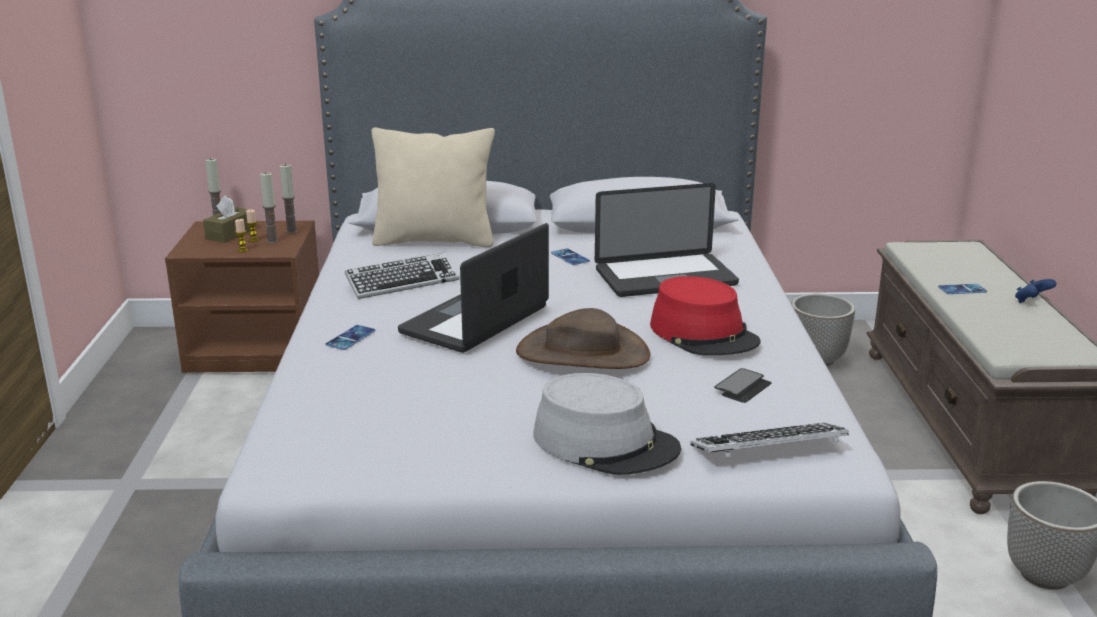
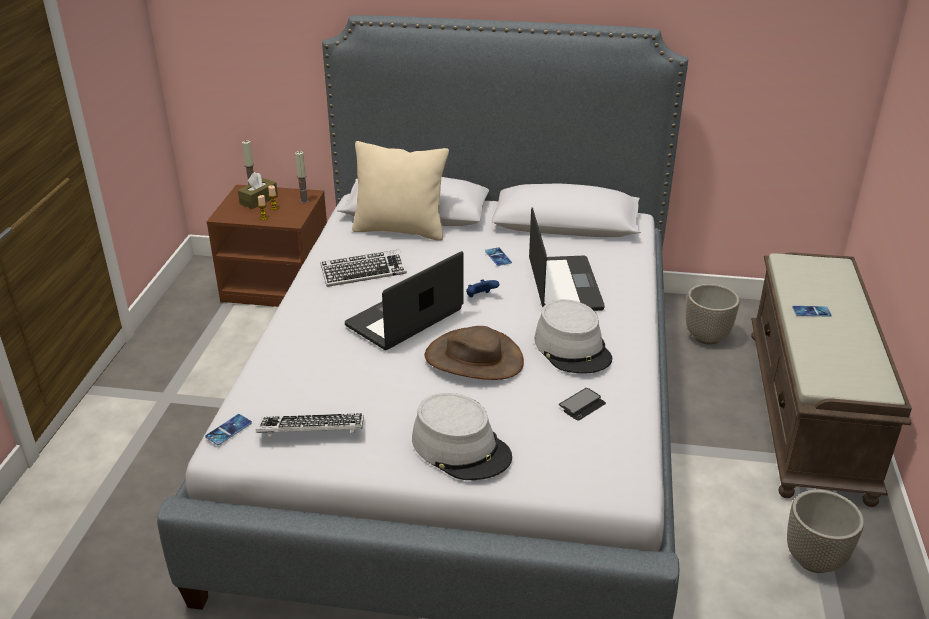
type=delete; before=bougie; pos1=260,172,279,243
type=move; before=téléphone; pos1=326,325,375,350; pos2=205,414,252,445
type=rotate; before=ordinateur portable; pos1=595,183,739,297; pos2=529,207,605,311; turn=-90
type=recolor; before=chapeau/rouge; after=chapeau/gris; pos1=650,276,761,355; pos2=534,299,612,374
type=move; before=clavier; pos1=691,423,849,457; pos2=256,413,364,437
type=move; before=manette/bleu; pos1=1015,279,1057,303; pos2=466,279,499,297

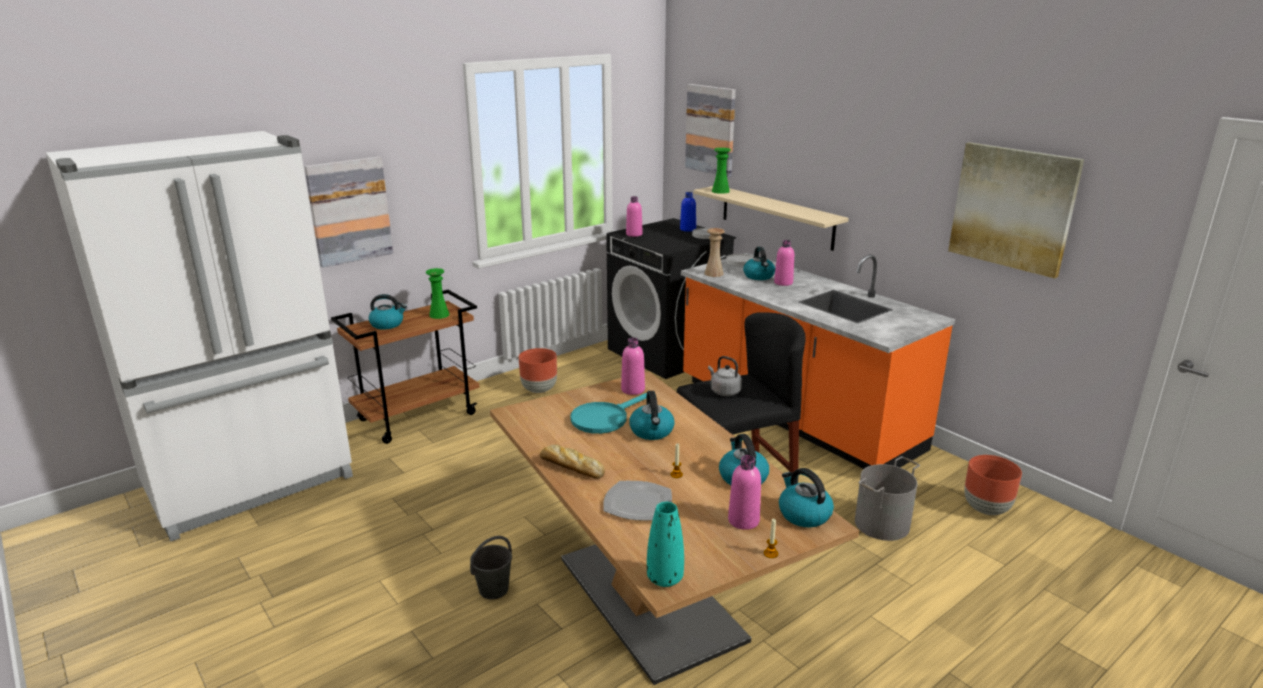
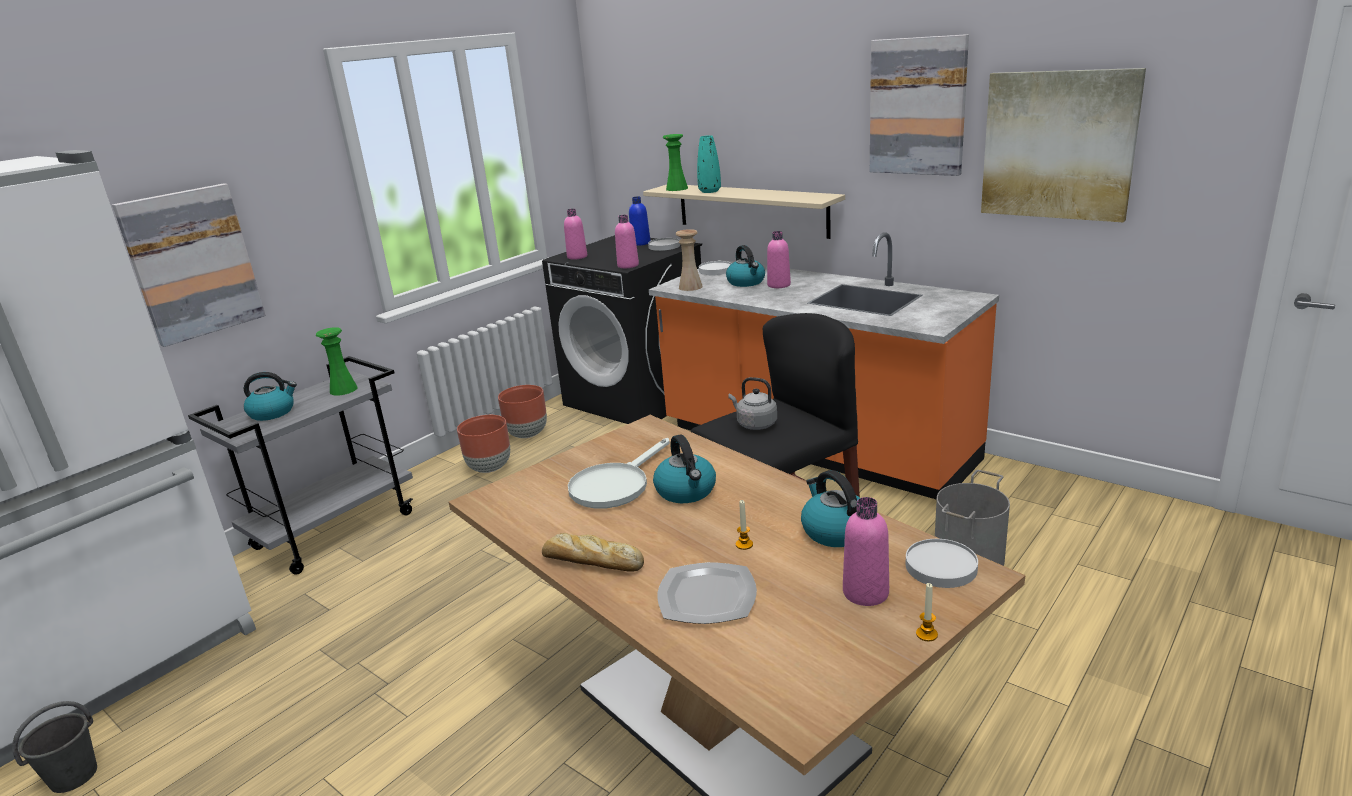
type=recolor; before=chariot/marron; after=chariot/gris; pos1=331,290,480,444; pos2=188,356,413,575
type=move; before=seau/gris; pos1=470,536,512,599; pos2=12,701,97,793
type=recolor; before=poêle/turquoise; after=poêle/blanc; pos1=570,393,647,434; pos2=568,438,670,508
type=move; before=bouteille/rose; pos1=621,338,645,395; pos2=615,215,639,268
type=move; before=vase/turquoise; pos1=647,502,684,587; pos2=697,135,721,193
type=move; before=tableau; pos1=685,84,736,178; pos2=870,34,969,176
type=replace; before=bouilloire; after=assiette/blanc; pos1=779,468,834,527; pos2=905,539,978,588
type=move; before=cache-pot/marron; pos1=964,455,1022,515; pos2=498,385,547,438

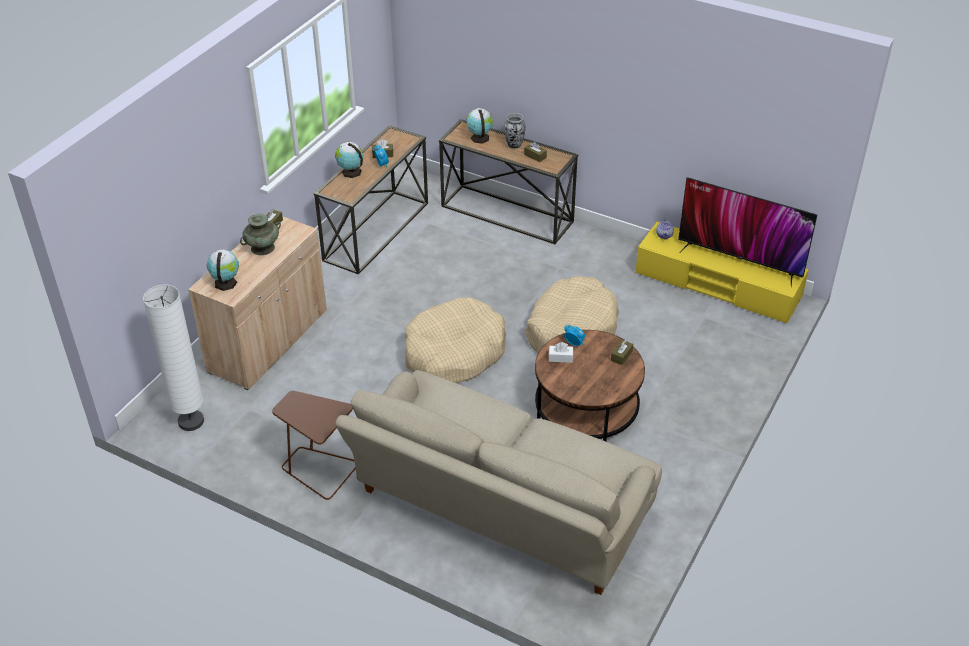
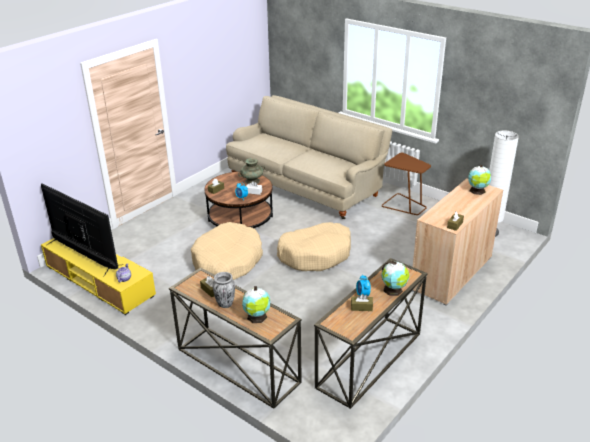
type=move; before=vase/turquoise; pos1=240,214,281,255; pos2=238,158,265,184

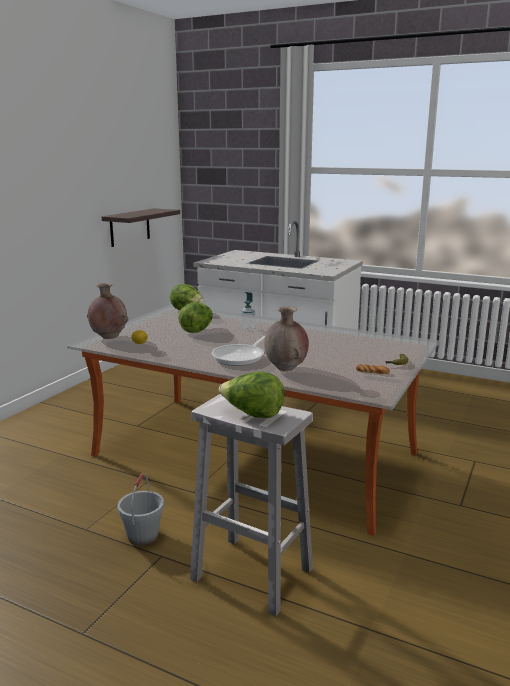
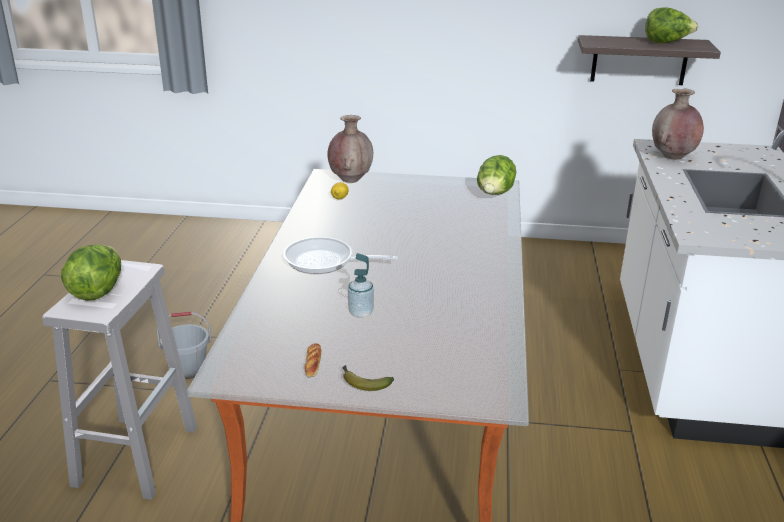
type=move; before=laitue; pos1=178,302,213,333; pos2=645,7,698,43
type=move; before=distributeur de savon; pos1=241,292,256,330; pos2=348,253,374,318
type=move; before=vase/marron; pos1=264,306,309,371; pos2=652,89,704,160

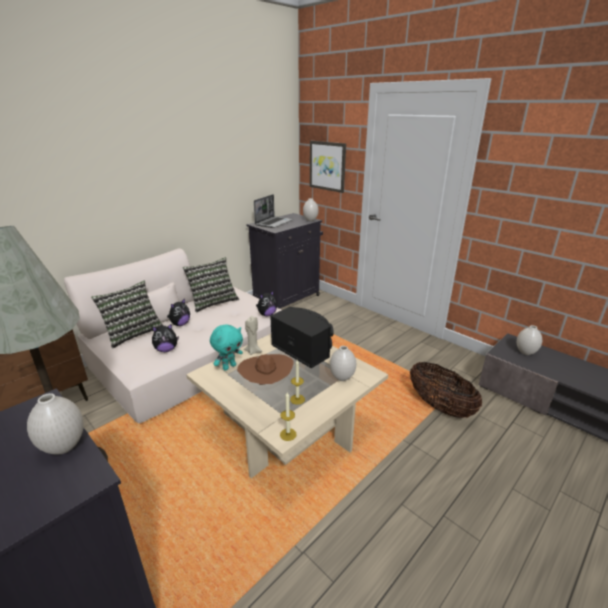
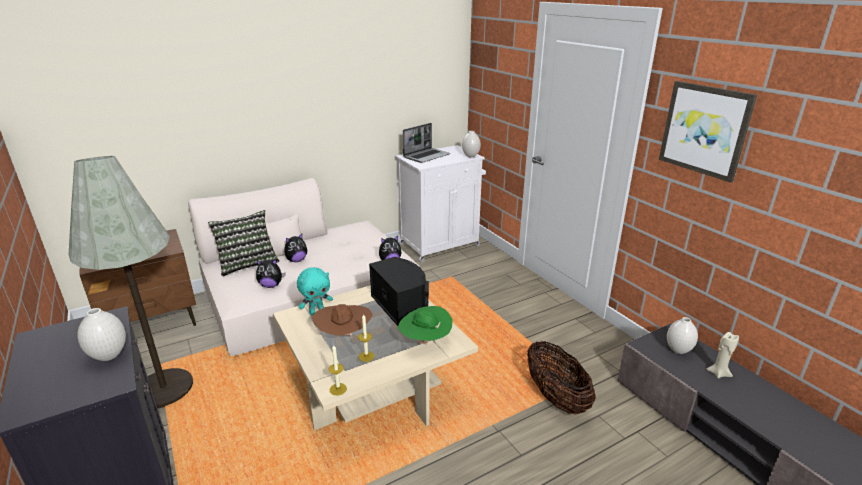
type=delete; before=coussin; pos1=183,257,239,313
type=move; before=bougie/beige; pos1=244,316,262,355; pos2=706,332,739,379
type=recolor; before=meuble de rangement/noir; after=meuble de rangement/blanc; pos1=247,213,323,309; pos2=395,145,486,262
type=move; before=tableau; pos1=310,141,346,193; pos2=659,81,757,183
type=replace; before=vase/blanc; after=chapeau/vert; pos1=330,346,356,381; pos2=398,306,453,344

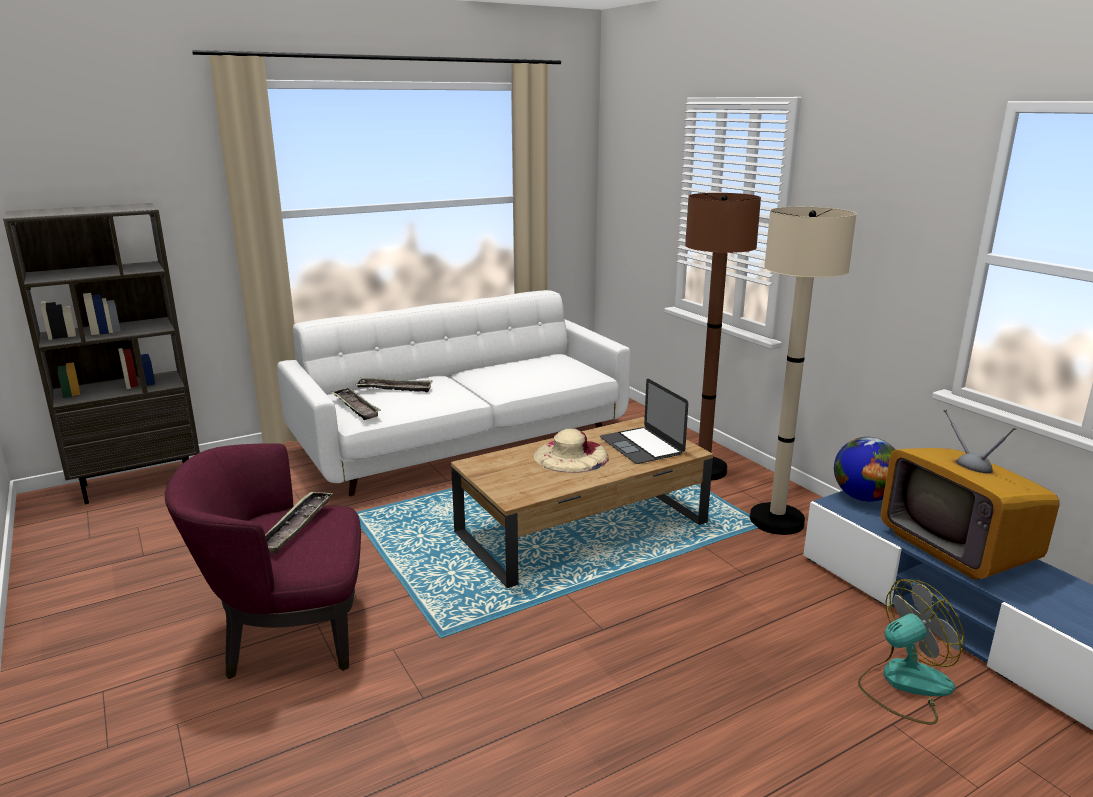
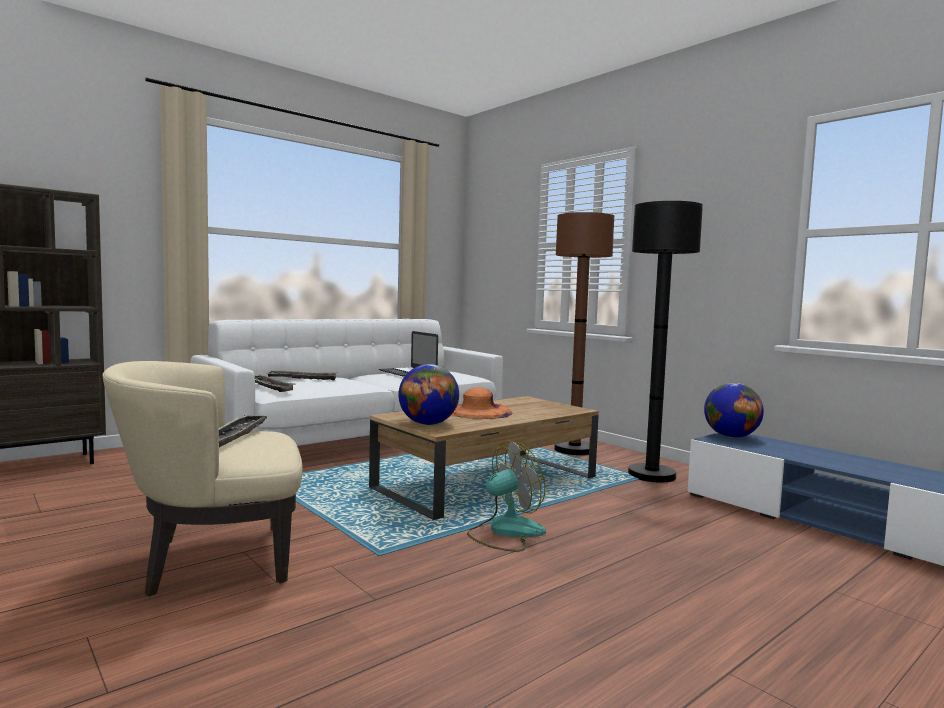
type=recolor; before=fauteuil/violet; after=fauteuil/beige; pos1=165,443,361,679; pos2=102,361,303,597
type=recolor; before=chapeau/beige; after=chapeau/orange; pos1=534,429,609,473; pos2=452,387,513,419
type=move; before=ordinateur portable; pos1=600,379,688,464; pos2=379,331,438,376
type=recolor; before=lampadaire/beige; after=lampadaire/noir; pos1=750,207,857,535; pos2=628,201,703,483
type=move; before=ventilateur; pos1=858,579,965,725; pos2=467,441,546,552
type=delete; before=téléviseur; pos1=881,409,1060,580
type=insert; after=globe; pos2=398,364,459,425

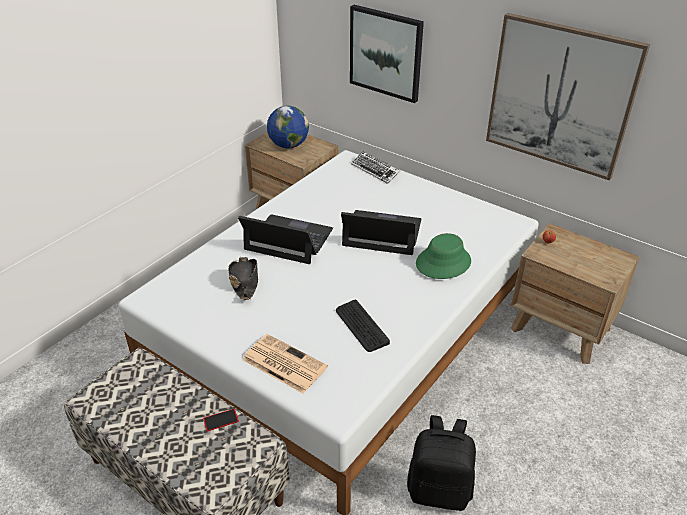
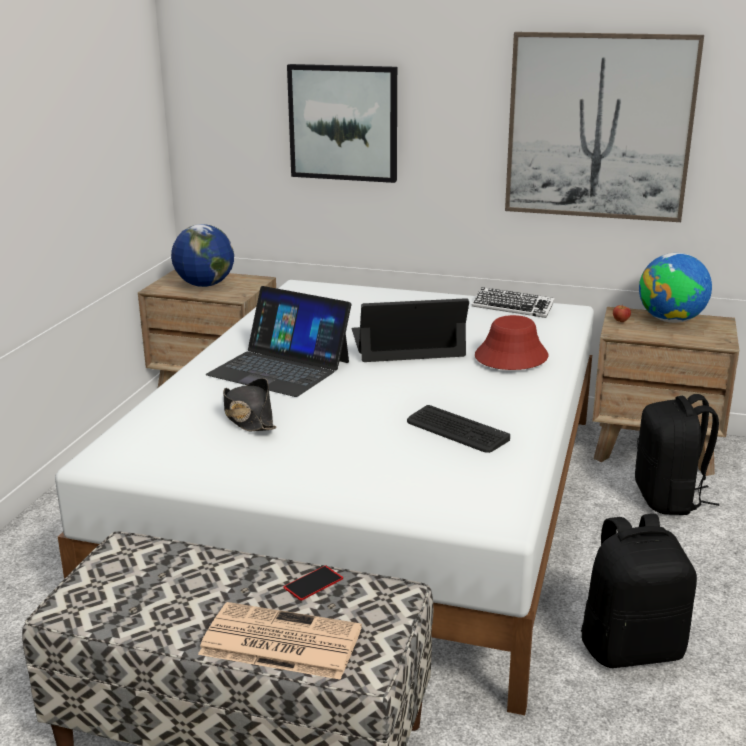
type=rotate; before=ordinateur portable; pos1=238,214,333,264; pos2=206,286,351,397; turn=-150
type=move; before=journal; pos1=242,334,328,394; pos2=198,602,362,680
type=move; before=clavier; pos1=351,151,400,184; pos2=472,287,555,318
type=recolor; before=chapeau/vert; after=chapeau/rouge; pos1=416,233,471,279; pos2=475,315,548,370
type=insert; after=sac à dos/noir; pos2=635,394,719,515
type=insert; after=globe; pos2=639,253,712,323

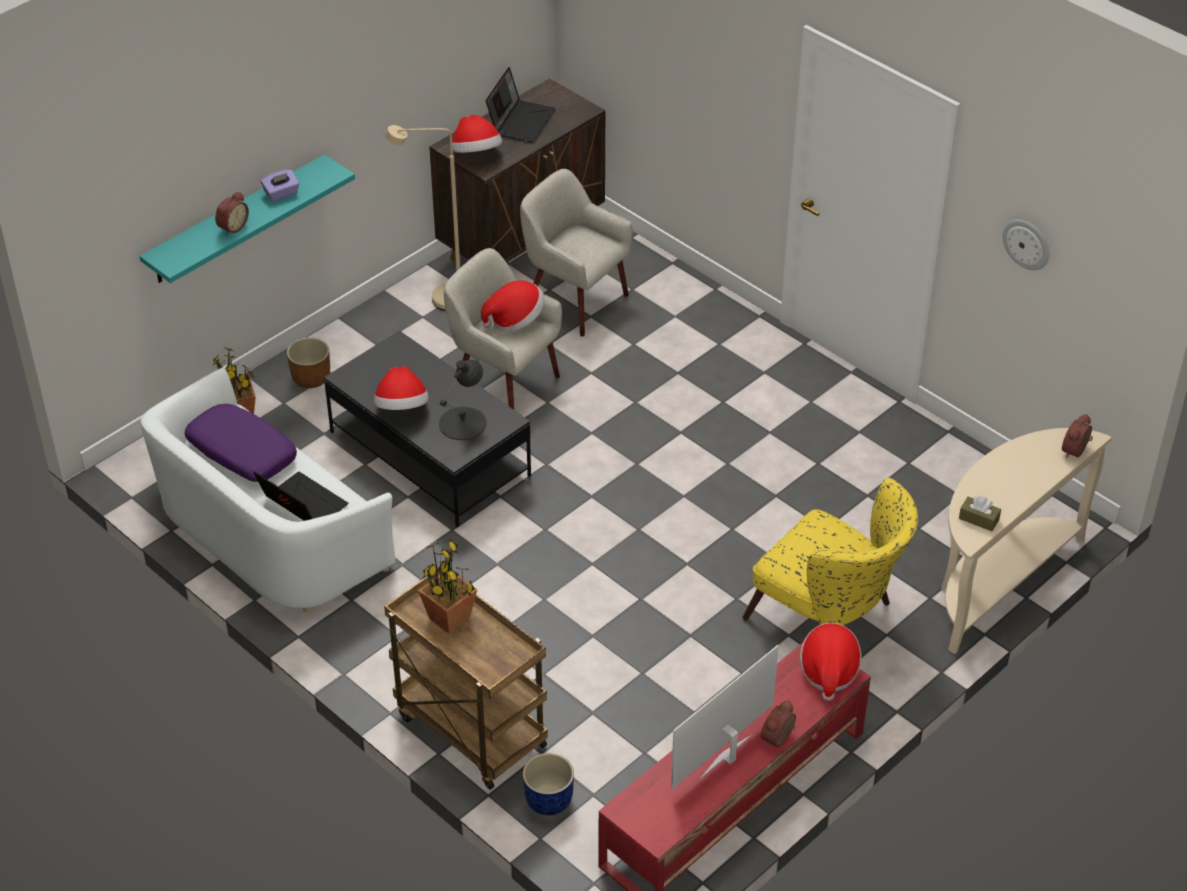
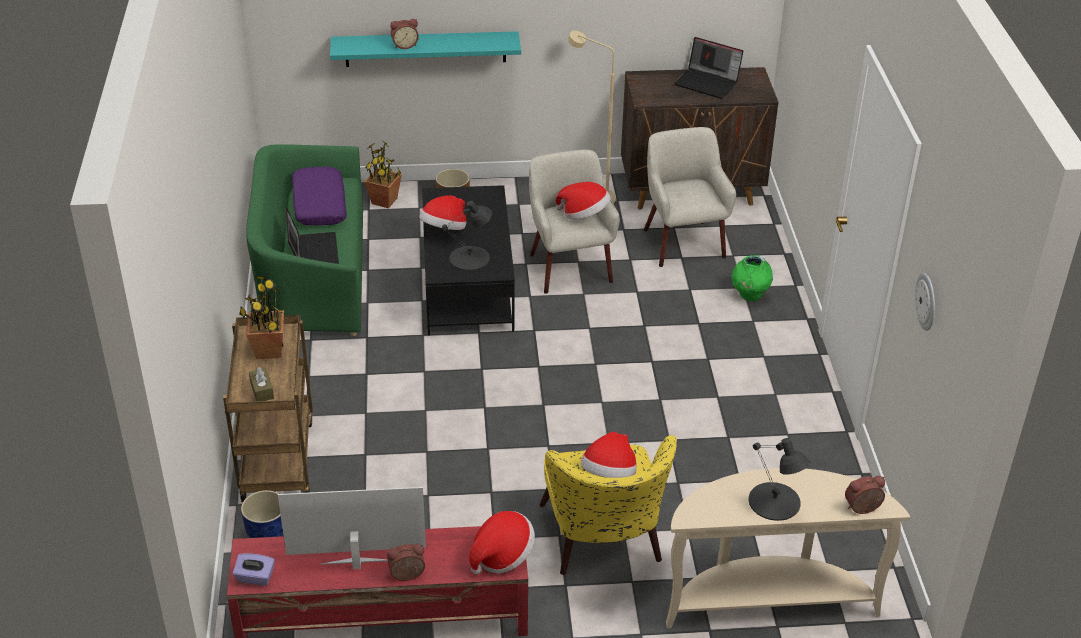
type=recolor; before=canapé/blanc; after=canapé/vert; pos1=140,368,396,612; pos2=246,144,363,336
type=move; before=boîte à mouchoirs/violet; pos1=261,170,300,202; pos2=233,553,275,586
type=move; before=chapeau; pos1=452,115,502,153; pos2=581,432,637,478
type=rotate; before=ordinateur portable; pos1=486,67,555,143; pos2=674,37,743,99; turn=60
type=move; before=boîte à mouchoirs/marron; pos1=959,496,1001,531; pos2=249,367,274,401
type=insert; after=vase/vert; pos2=731,255,773,301
type=insert; after=lampe de table/noir; pos2=749,438,810,521

